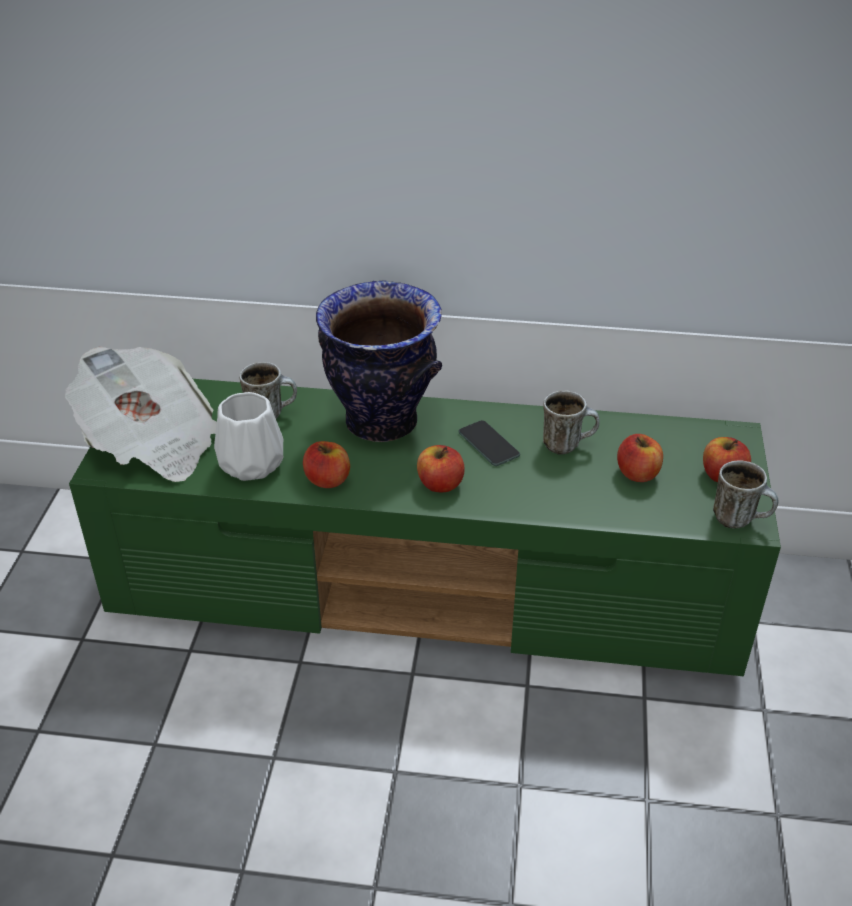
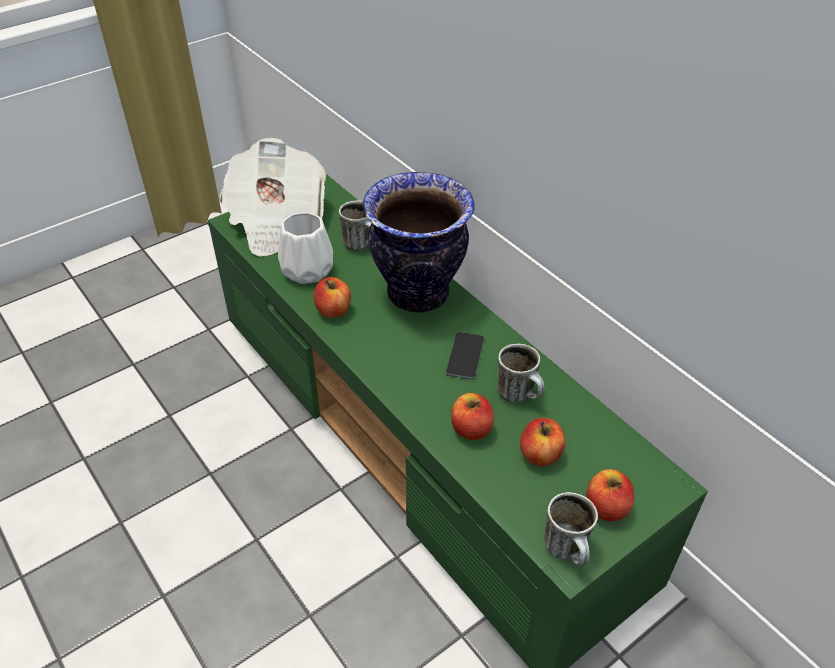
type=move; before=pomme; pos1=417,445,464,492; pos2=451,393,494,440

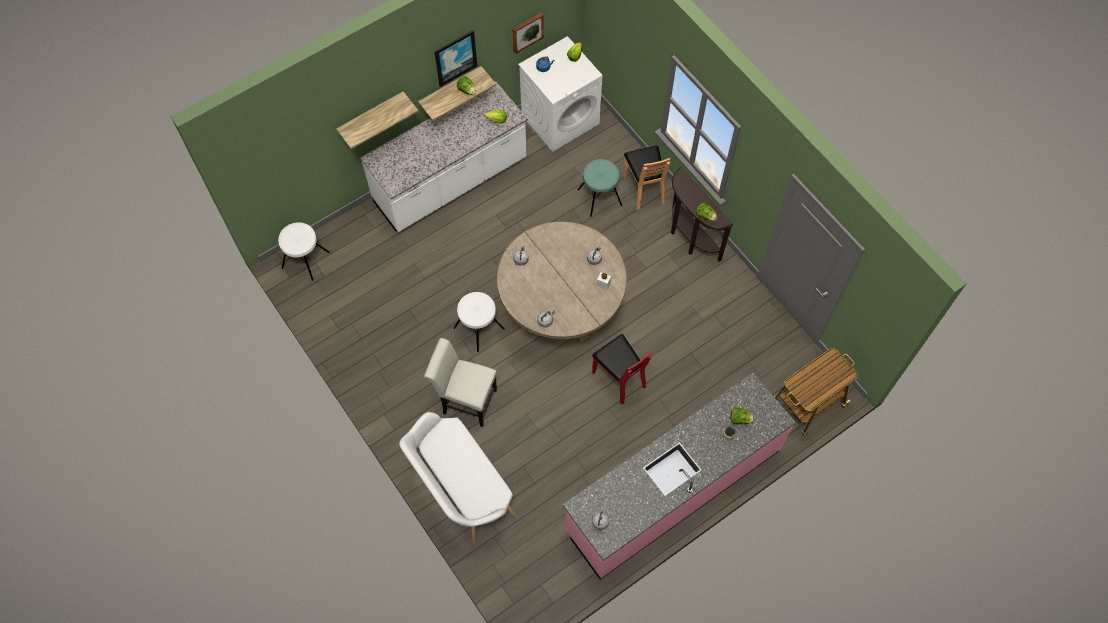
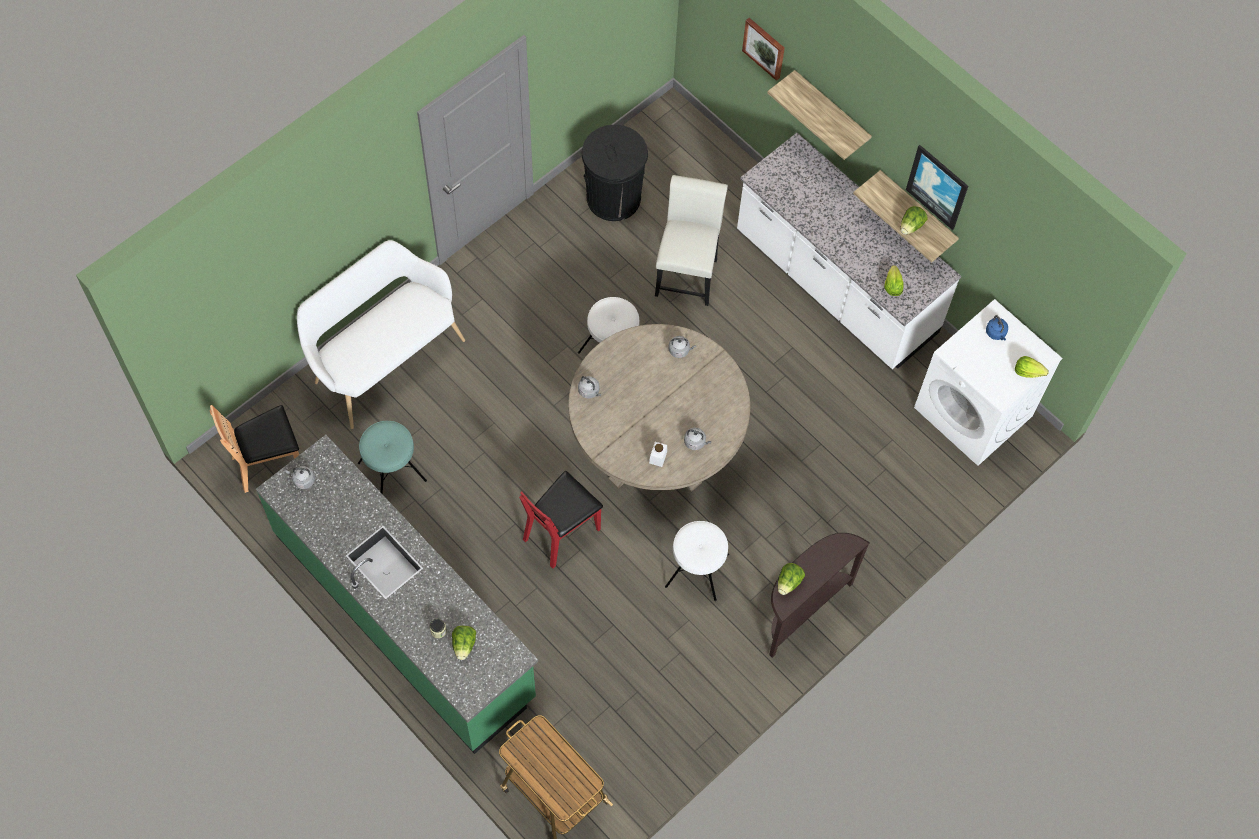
type=move; before=tabouret/blanc; pos1=278,222,330,281; pos2=665,521,729,601
type=move; before=chaise/blanc; pos1=424,338,497,427; pos2=655,175,728,306
type=move; before=tableau; pos1=513,13,544,54; pos2=742,18,785,81
type=recolor; before=comptoir de cuisine/rose; after=comptoir de cuisine/vert; pos1=563,373,796,580; pos2=256,435,538,754
type=move; before=tabouret/turquoise; pos1=577,159,622,217; pos2=358,421,427,494
type=move; before=chaise/marron; pos1=623,146,670,210; pos2=210,405,299,493
type=insert; after=poubelle/noir; pos2=582,125,648,221

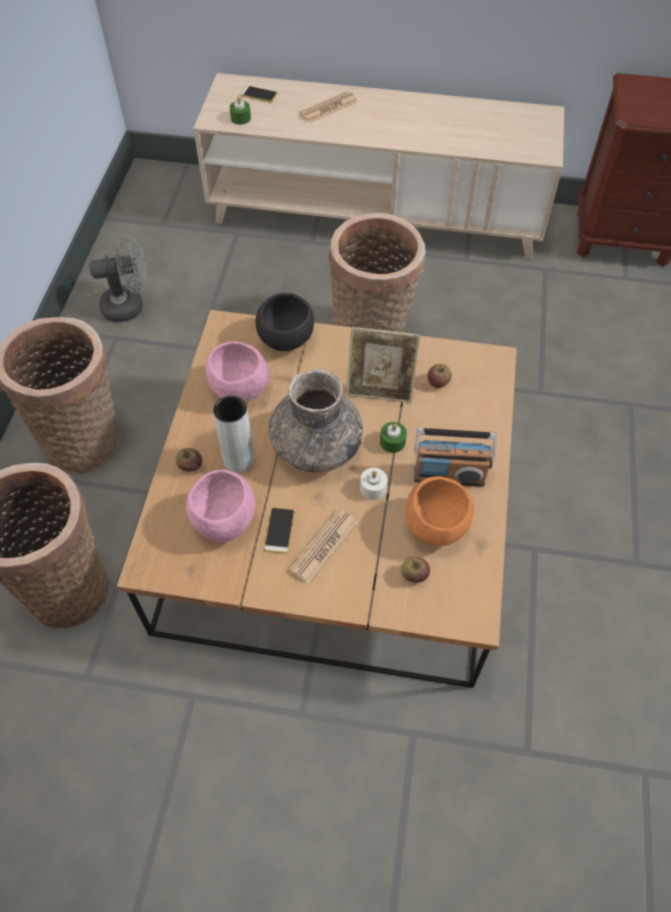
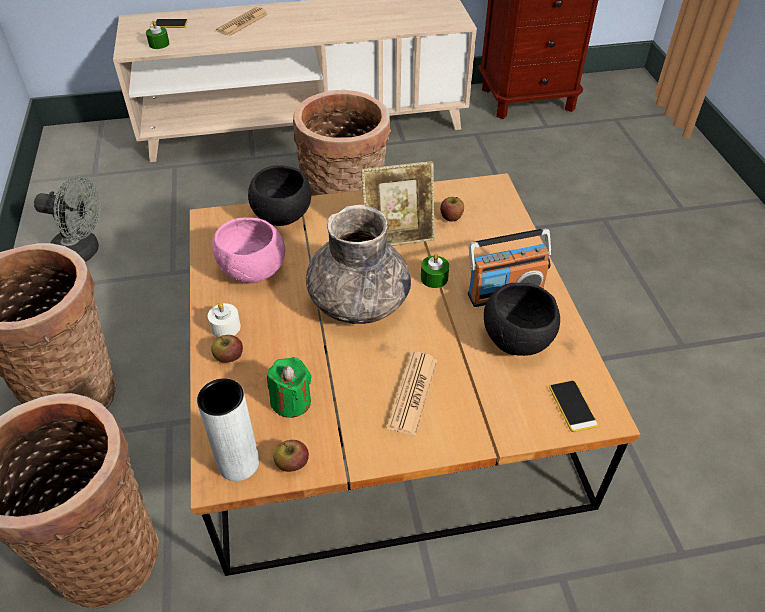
type=rotate; before=ventilateur/gris; pos1=89,234,147,322; pos2=34,176,101,262; turn=45
type=replace; before=bol/rose; after=bougie/vert; pos1=186,470,255,542; pos2=267,357,312,418
type=move; before=vase/gris; pos1=213,396,255,472; pos2=197,378,259,481
type=move; before=téléphone; pos1=264,507,295,554; pos2=549,380,598,432
type=move; before=bougie/blanc; pos1=360,468,387,500; pos2=208,303,241,337
type=move; before=pomme; pos1=401,557,430,583; pos2=273,440,309,472
type=recolor; before=bol/orange; after=bol/noir; pos1=405,476,474,546; pos2=484,283,560,356

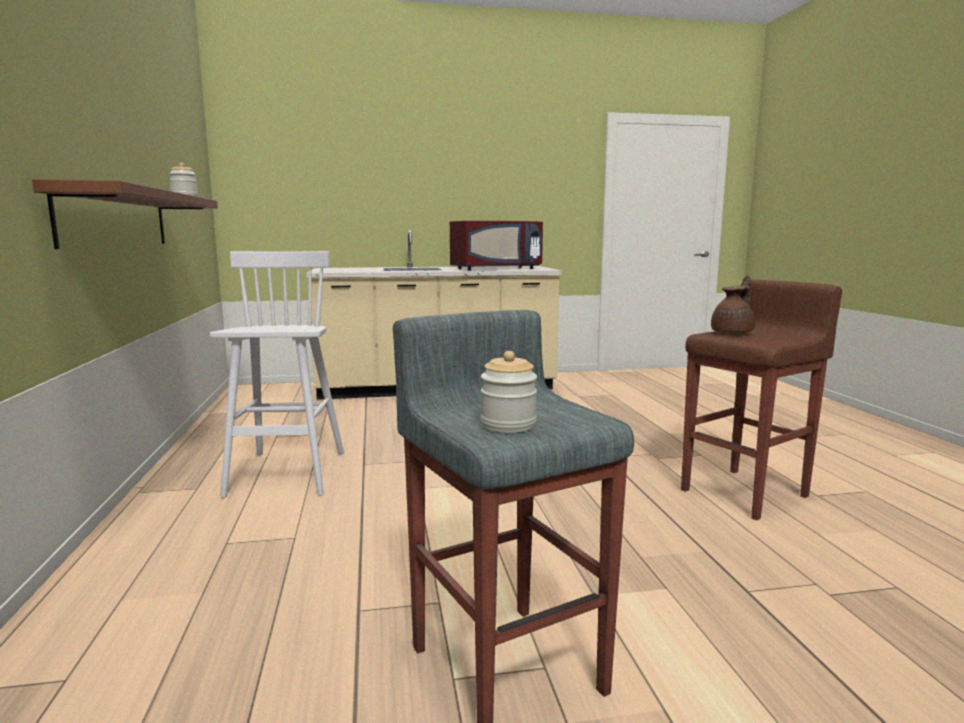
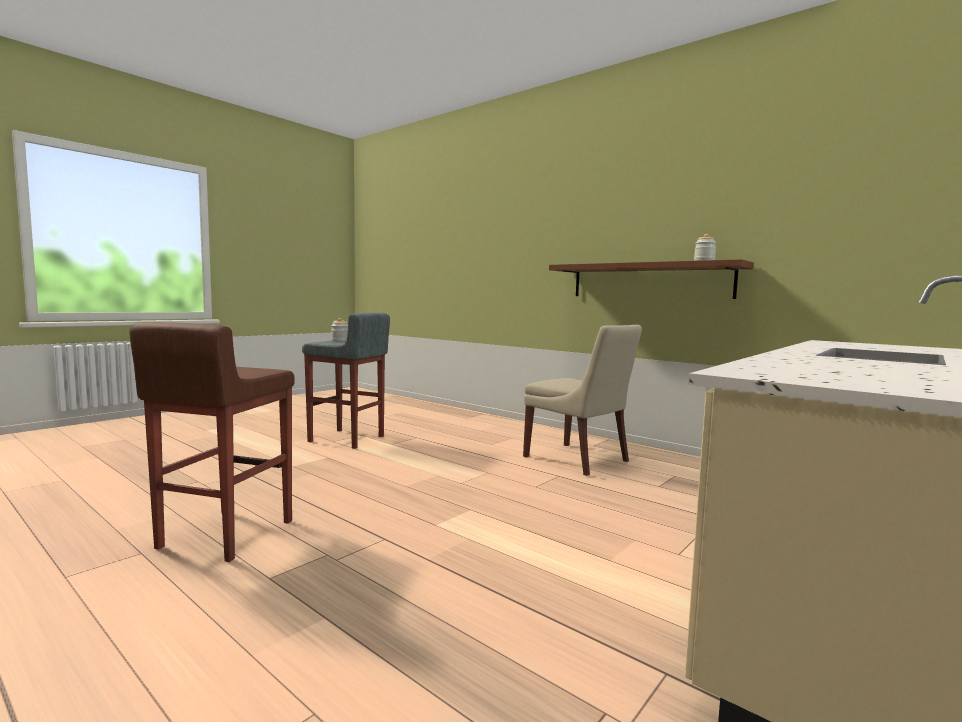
type=replace; before=tabouret/blanc; after=chaise/beige; pos1=210,251,344,498; pos2=523,325,642,476
type=delete; before=micro-ondes/rouge; pos1=450,221,543,271
type=delete; before=théière/marron; pos1=711,275,756,334

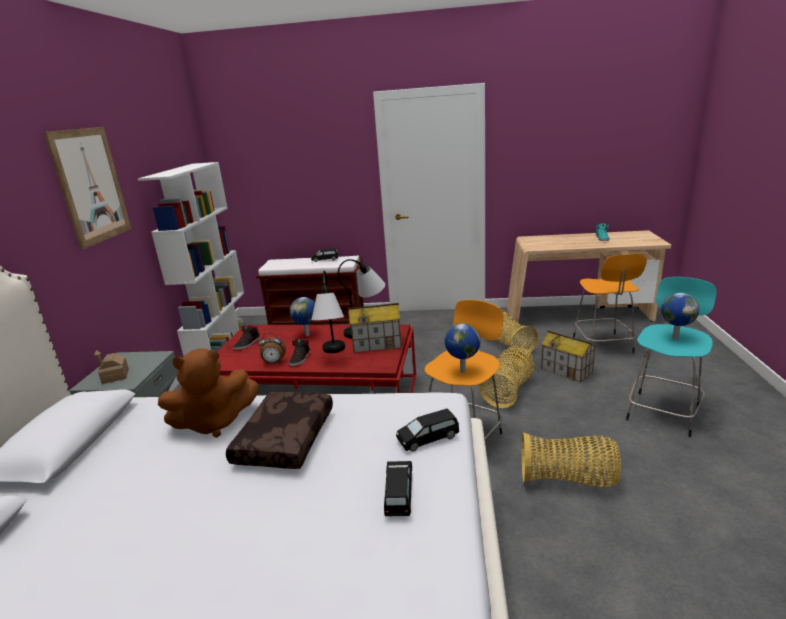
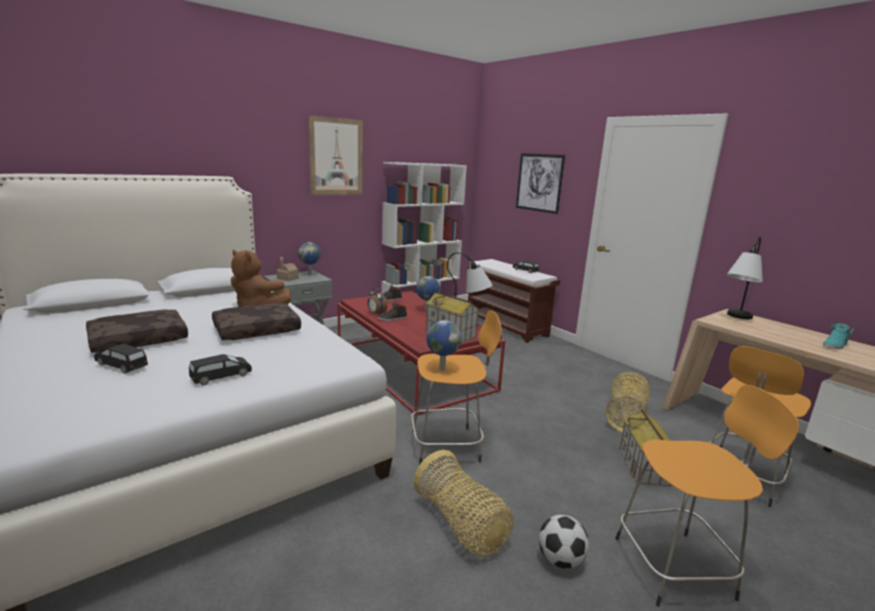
type=move; before=lampe de table; pos1=311,270,345,353; pos2=726,236,763,319
type=move; before=petite voiture/noir; pos1=396,409,459,451; pos2=94,343,148,374
type=delete; before=panier; pos1=479,346,535,408
type=recolor; before=tabouret/turquoise; after=tabouret/orange; pos1=626,277,717,437; pos2=615,385,799,607
type=move; before=globe; pos1=661,293,699,340; pos2=298,242,321,275
type=insert; after=coussin/marron; pos2=86,309,188,353
type=insert; after=tableau; pos2=516,153,565,214
type=insert; after=ballon de foot; pos2=539,515,589,569

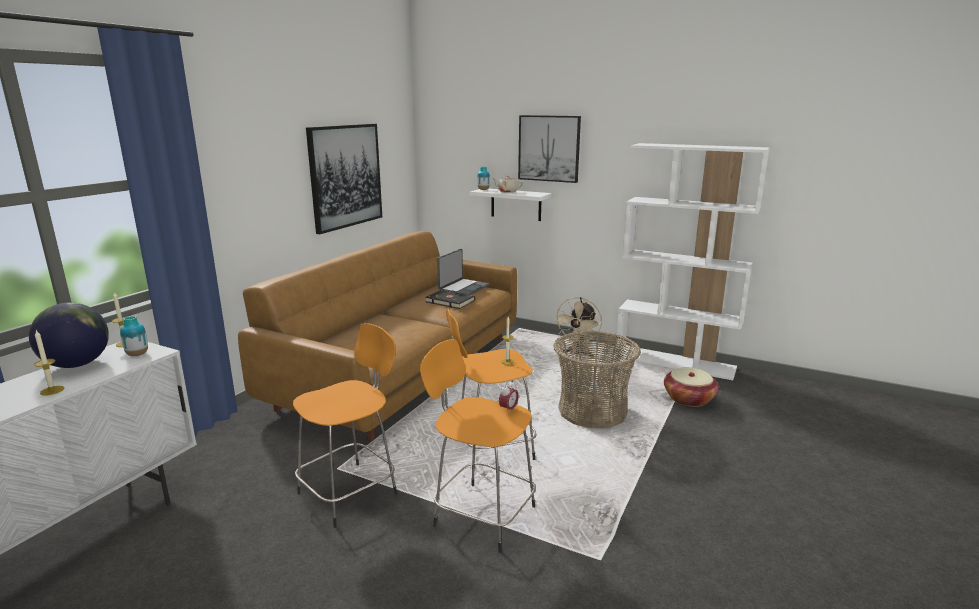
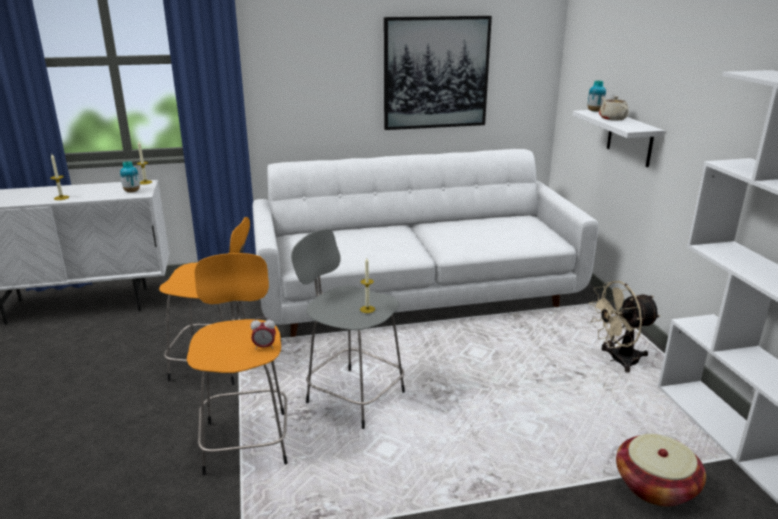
type=delete; before=globe; pos1=29,303,109,368
type=recolor; before=canapé/marron; after=canapé/blanc; pos1=238,231,517,442; pos2=253,149,598,337
type=delete; before=livre/noir; pos1=425,290,475,309
type=delete; before=ordinateur portable; pos1=437,249,489,295
type=recolor; before=tabouret/orange; after=tabouret/gris; pos1=446,309,536,469; pos2=291,229,405,429
type=delete; before=tableau; pos1=518,115,581,183
type=delete; before=panier; pos1=553,331,641,428

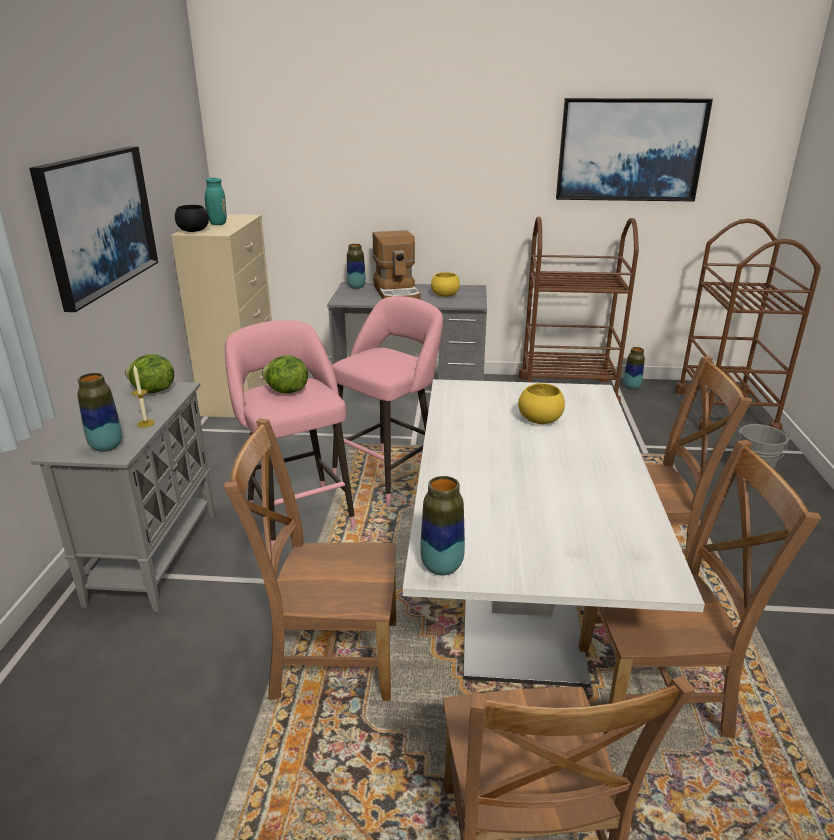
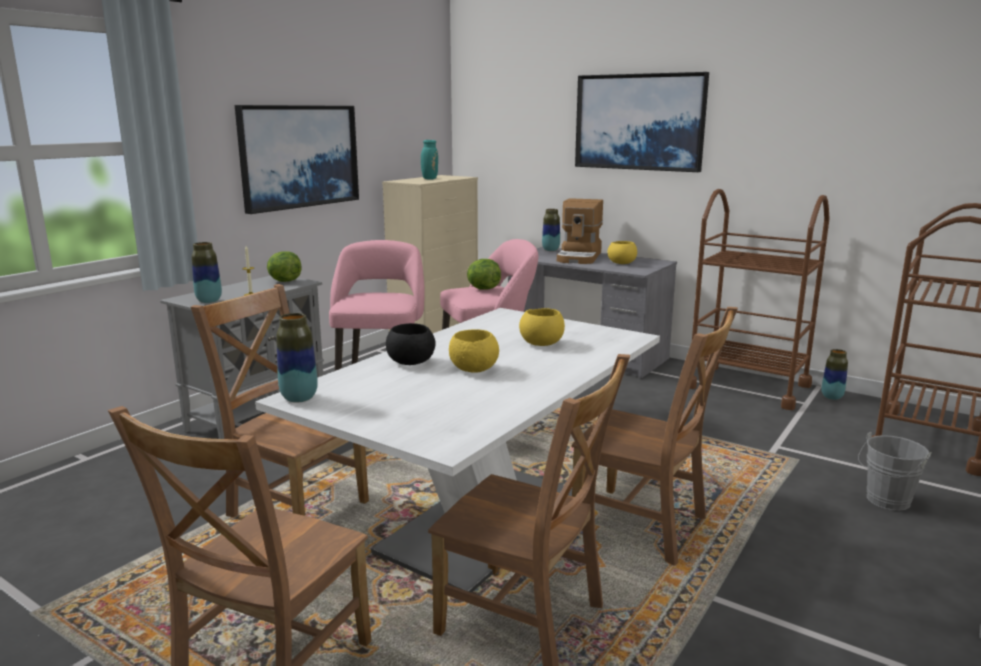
type=move; before=bol/noir; pos1=175,205,209,232; pos2=386,323,435,365
type=move; before=laitue; pos1=262,355,308,394; pos2=467,259,501,290
type=move; before=tableau; pos1=556,98,713,201; pos2=575,72,709,172
type=insert; after=bol/jaune; pos2=449,329,499,373

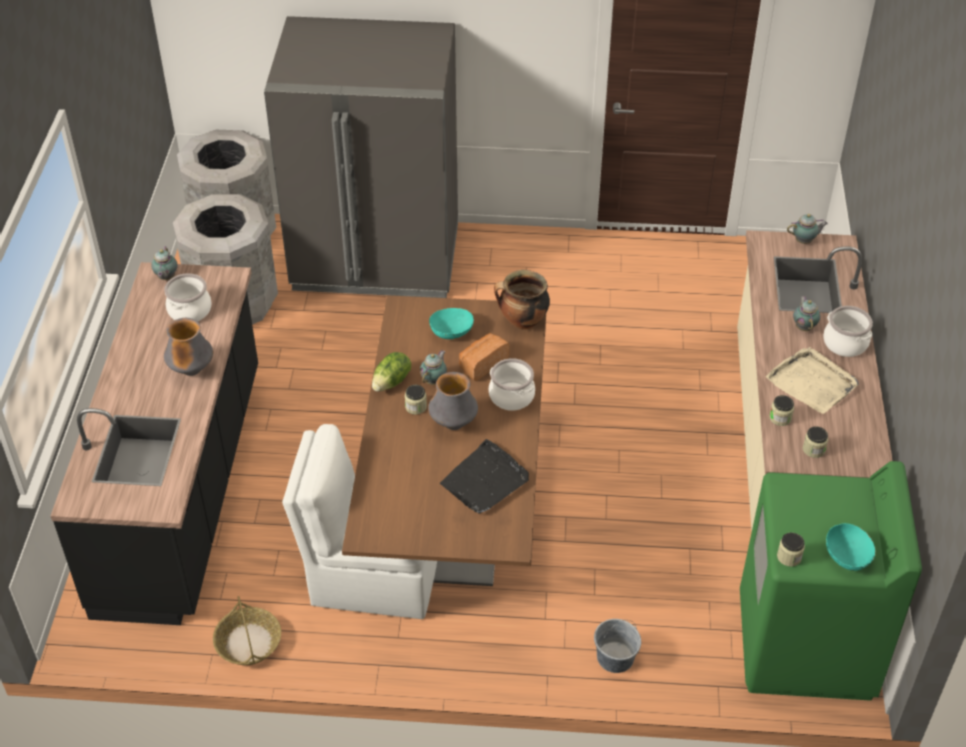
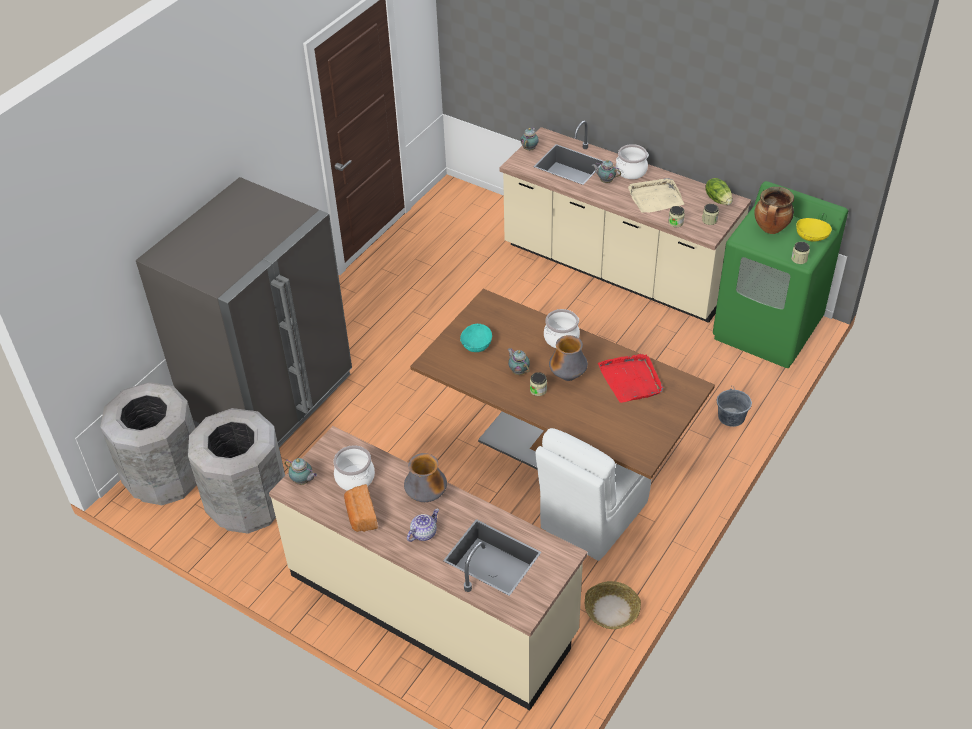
type=recolor; before=comptoir de cuisine/noir; after=comptoir de cuisine/beige; pos1=51,262,258,625; pos2=269,426,588,710
type=move; before=laitue; pos1=372,352,411,392; pos2=705,178,732,205
type=recolor; before=plateau/noir; after=plateau/rouge; pos1=440,439,529,514; pos2=598,354,663,403
type=move; before=pain; pos1=459,333,510,381; pos2=344,484,378,532
type=move; before=marmite; pos1=494,270,550,330; pos2=754,187,794,234
type=recolor; before=bol/turquoise; after=bol/jaune; pos1=826,523,876,571; pos2=796,218,832,241
type=insert; after=théière; pos2=407,509,439,542

